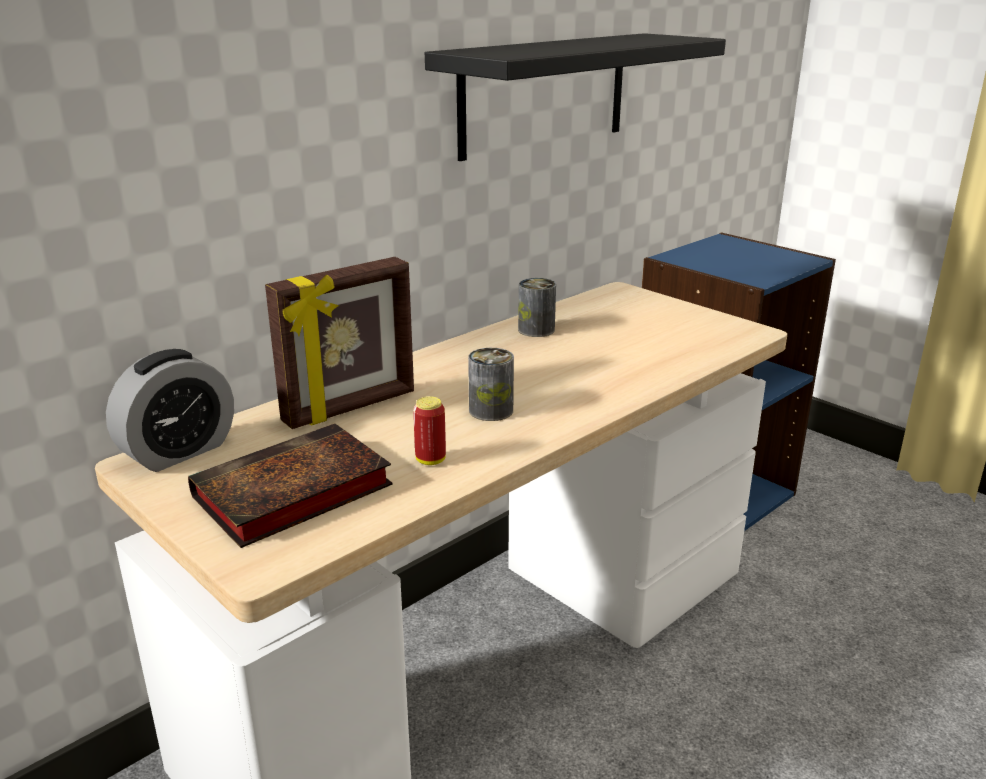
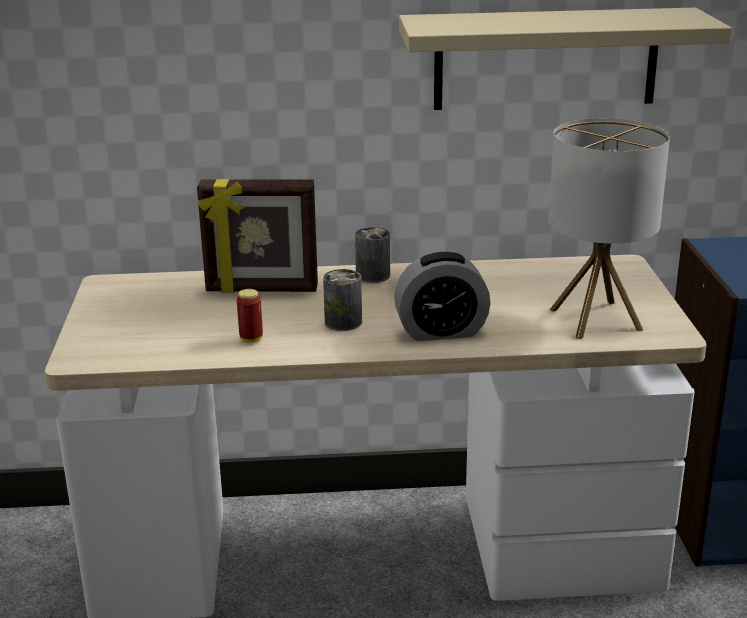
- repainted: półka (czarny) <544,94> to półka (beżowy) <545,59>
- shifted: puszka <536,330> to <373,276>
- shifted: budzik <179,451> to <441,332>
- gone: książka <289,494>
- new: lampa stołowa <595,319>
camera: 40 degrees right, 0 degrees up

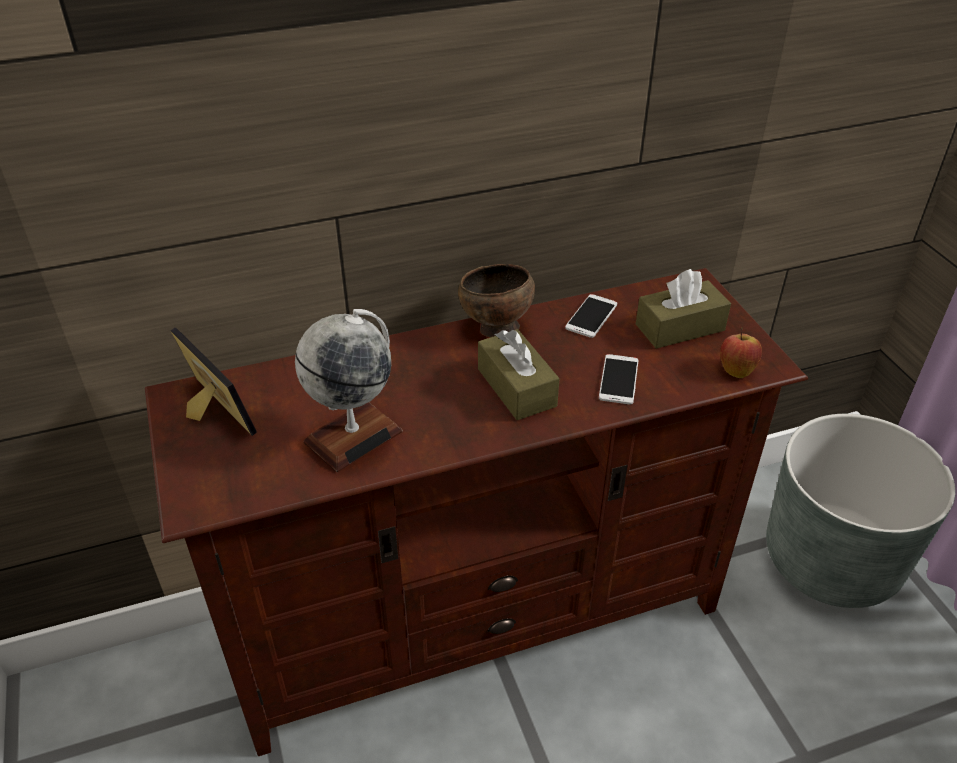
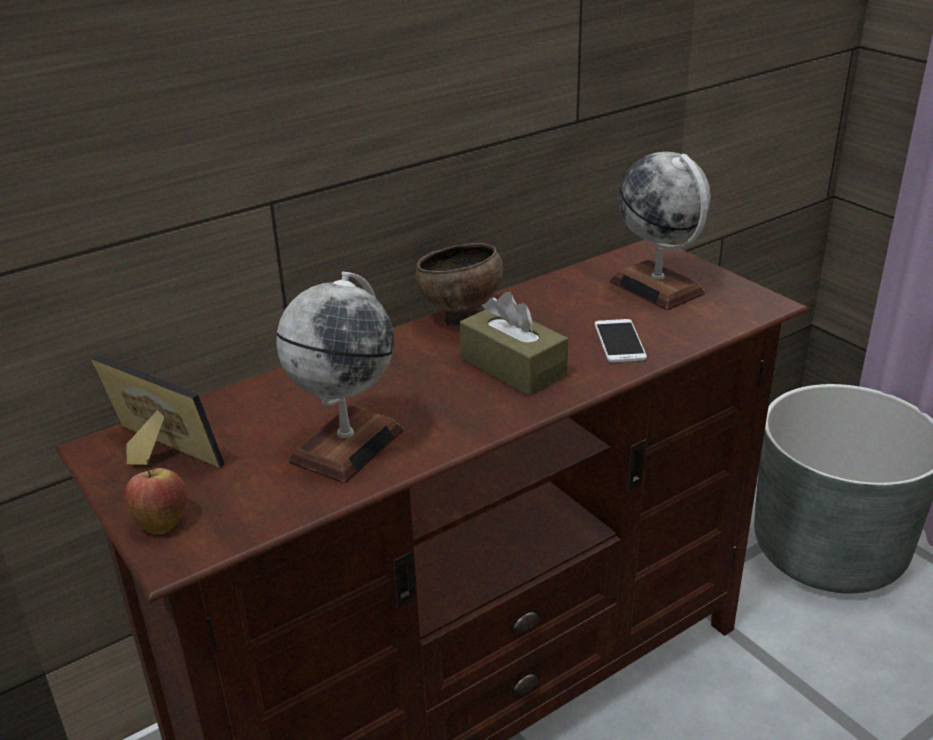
- swapped: pudełko chusteczek (brązowy) <680,327> to globus <657,287>
- gone: telefon <591,316>
- shifted: jabłko <736,370> to <161,522>
camera: 15 degrees left, 10 degrees down

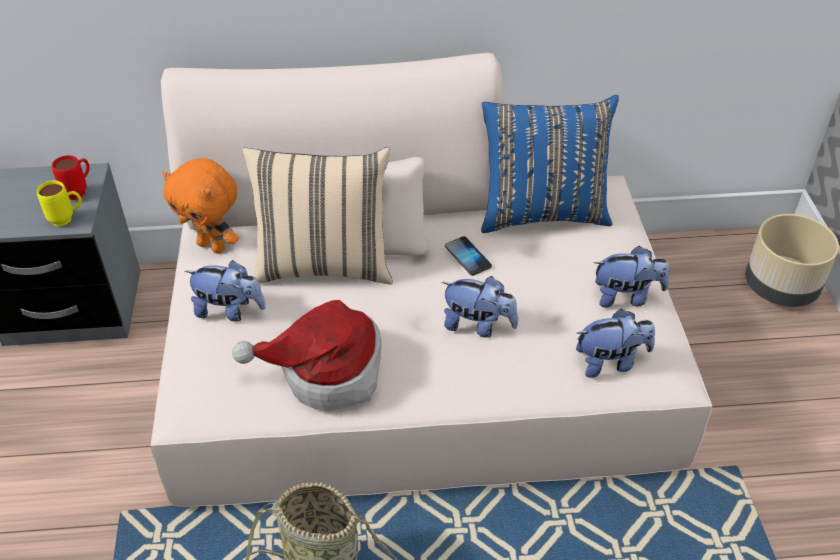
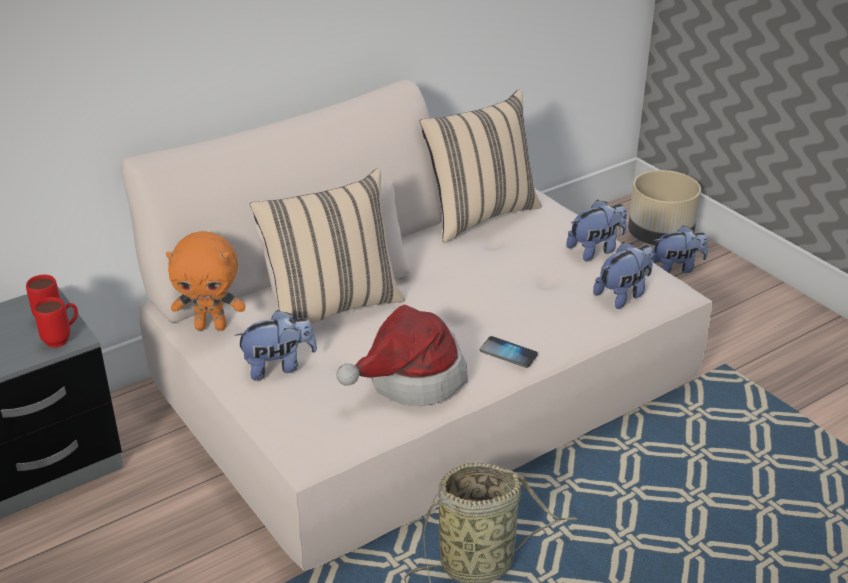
- repainted: poduszka (niebieski) <542,213> to poduszka (beżowy) <479,215>
- repainted: kubek (żółty) <67,219> to kubek (czerwony) <62,339>
- shifted: telefon <468,257> to <508,353>
- shifted: pluszak <478,325> to <677,268>
camera: 30 degrees left, 10 degrees down

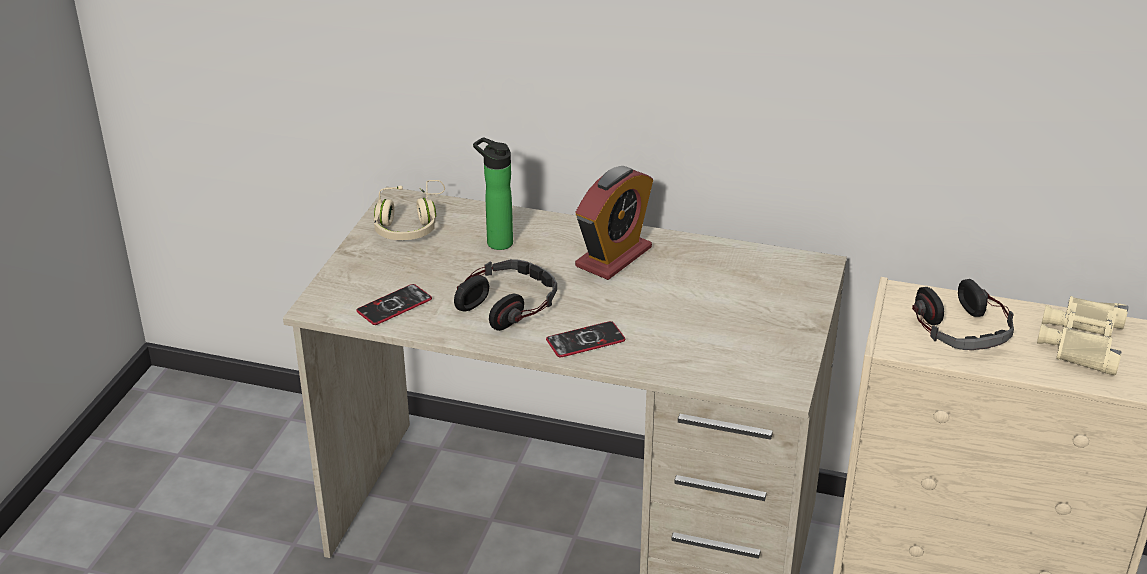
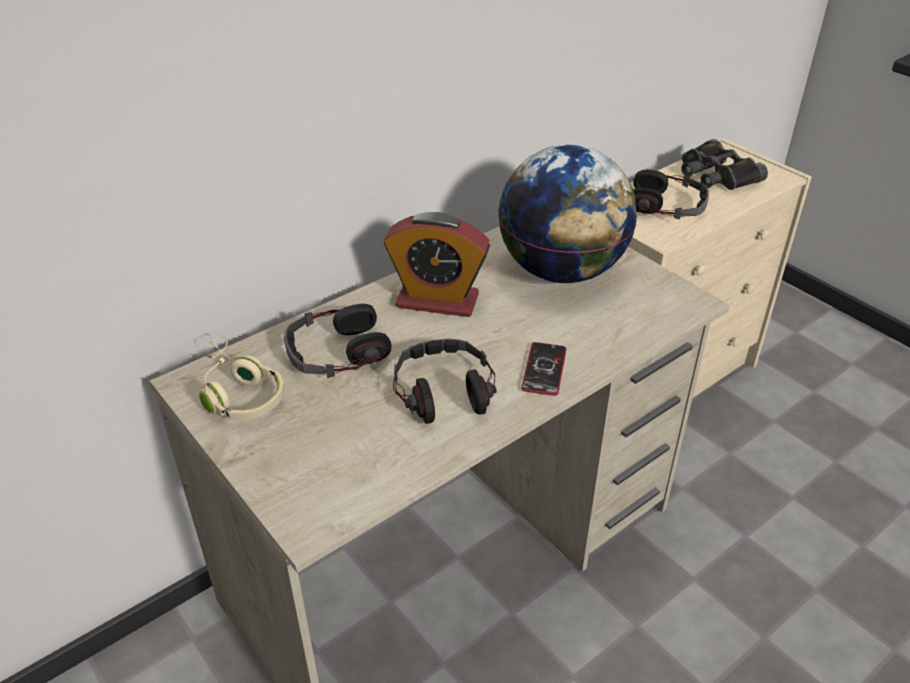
- swapped: butelka <496,242> to słuchawki <337,353>
- rotated: budzik <613,257> = <437,301> 120 degrees clockwise
- gone: telefon <394,306>
- repainted: lornetka (beżowy) <1080,341> to lornetka (czarny) <716,174>
- new: globus <561,271>
camera: 55 degrees left, 5 degrees up

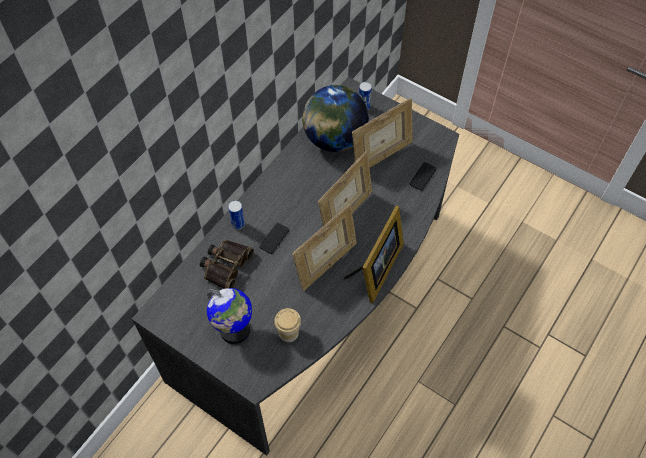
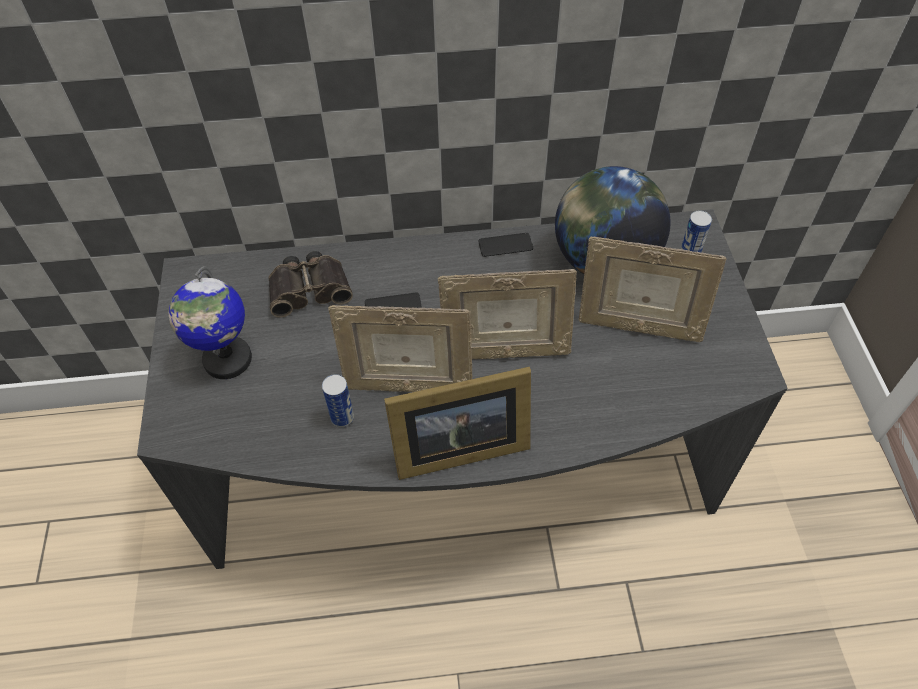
- shifted: telefon <423,176> to <505,245>
- shifted: puszka <238,224> to <342,418>
- gone: filiżanka <288,333>
camera: 50 degrees right, 5 degrees down

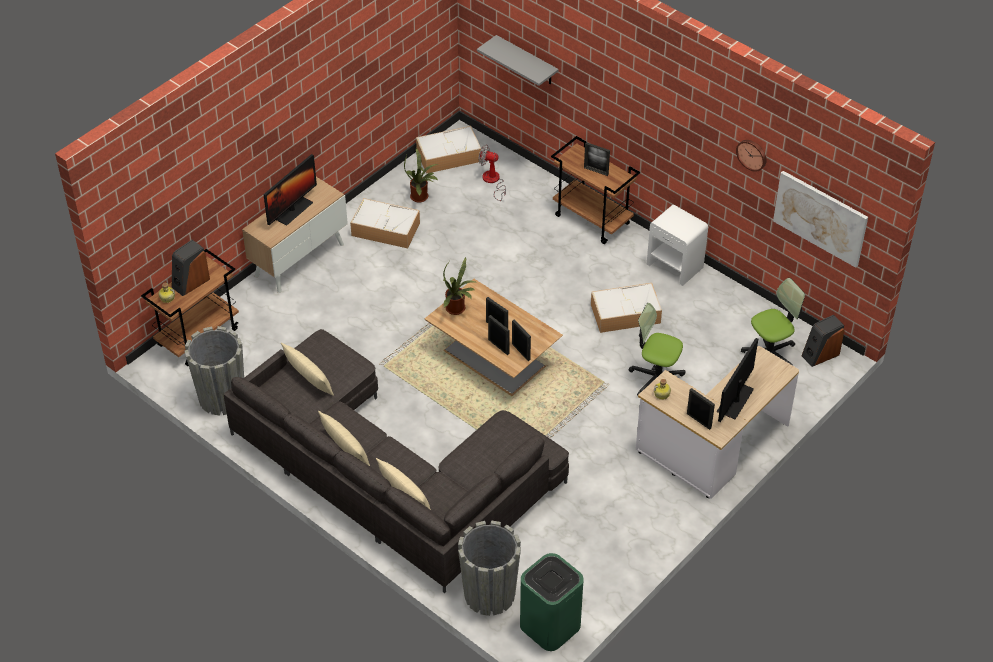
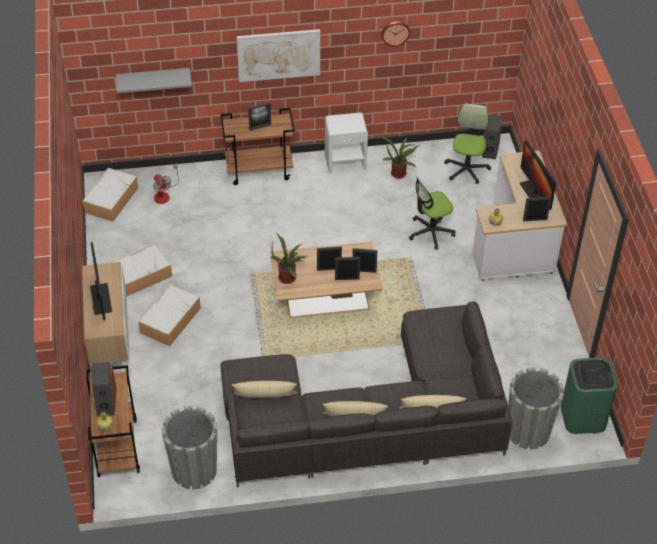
- rotated: wentylator <493,181> = <164,194> 90 degrees counterclockwise
- shifted: roślina doniczkowa <421,197> to <399,173>
- shifted: obraz <820,218> to <278,54>
- shifted: pojemnik do przechowywania <626,313> to <170,319>
camera: 50 degrees left, 0 degrees up

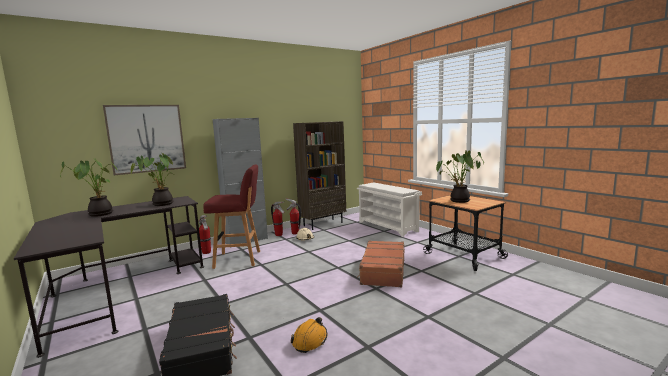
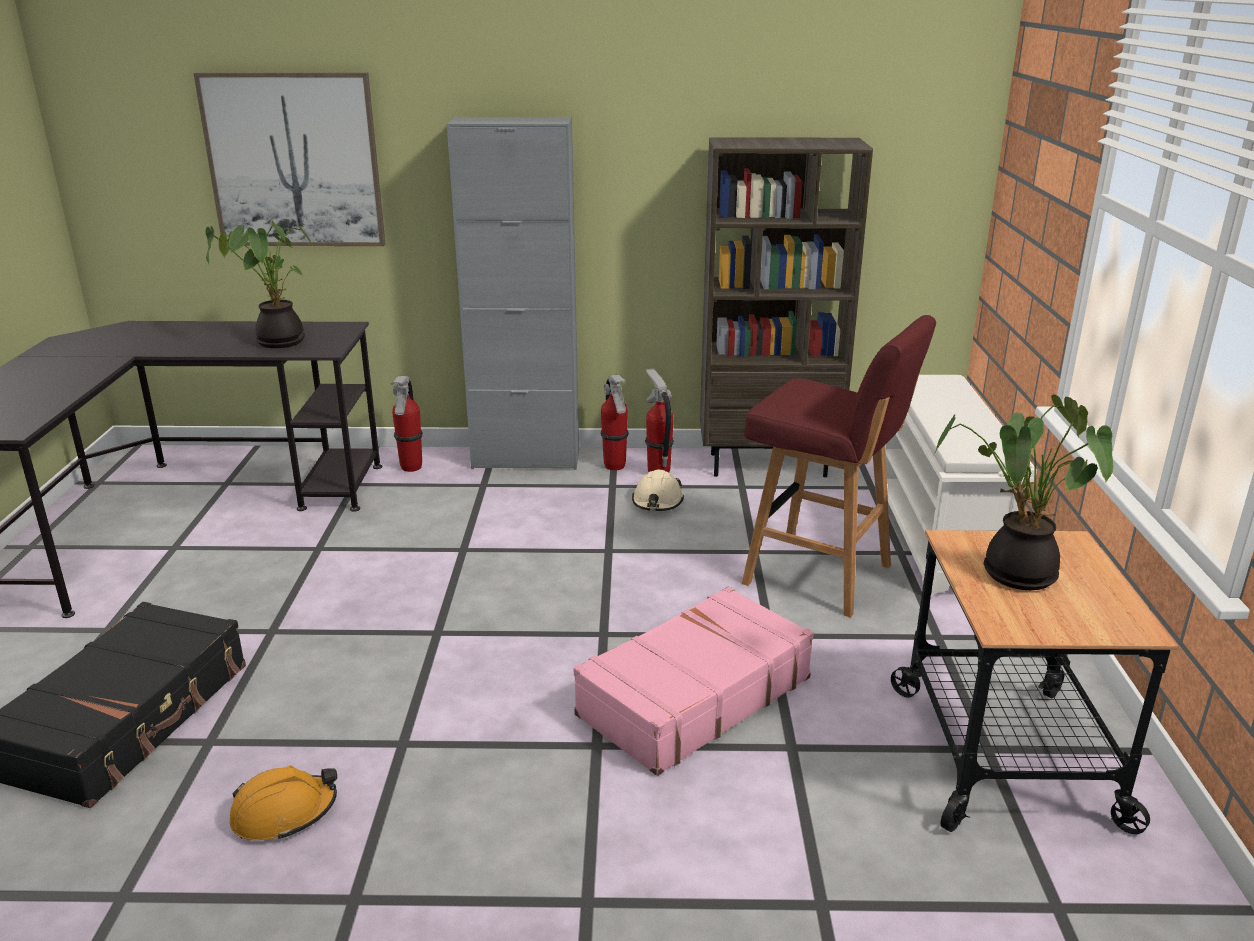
- gone: roślina doniczkowa <99,214>
- shifted: stołek (czerwony) <239,259> to <821,576>
- repainted: walizka (brązowy) <383,270> to walizka (różowy) <693,696>
camera: 35 degrees right, 15 degrees up

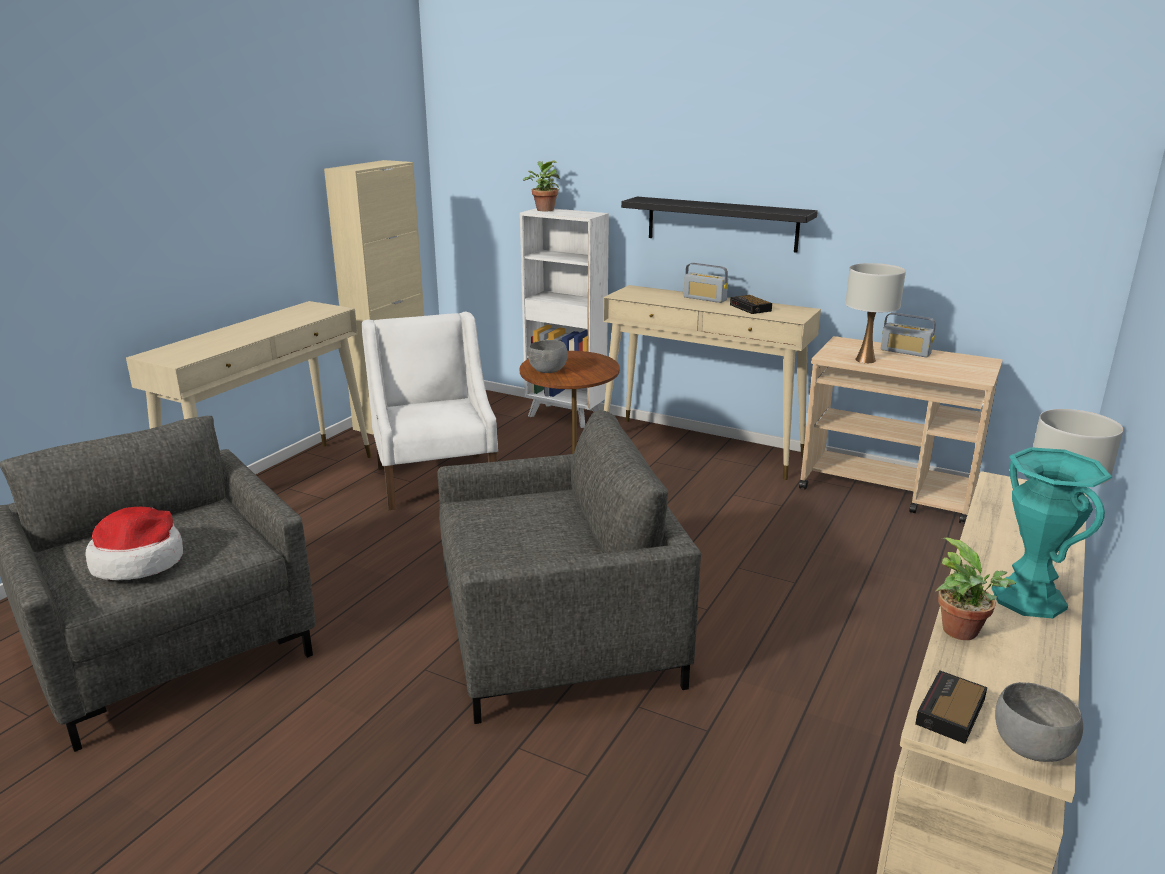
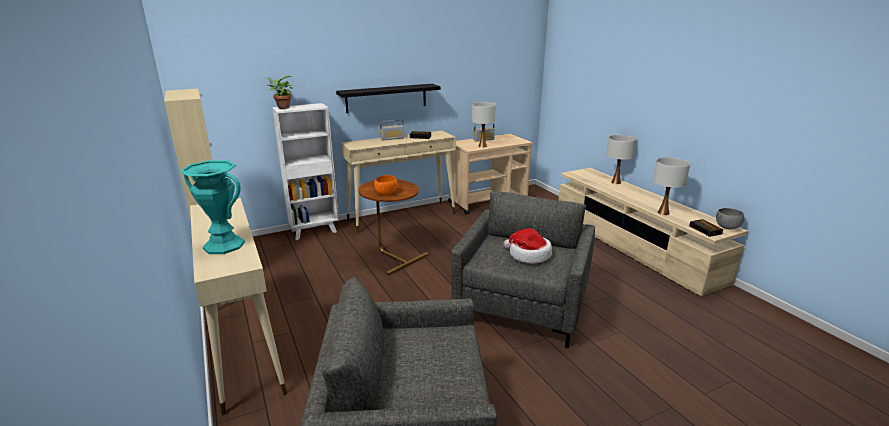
- gone: fotel (biały) <436,480>
- repainted: miska (szary) <548,371> to miska (pomarańczowy) <386,194>
- shifted: wazon (turkusowy) <1028,598> to <224,245>
- shifted: kapelusz <140,561> to <528,255>
- swapped: roślina doniczkowa <964,633> to lampa stołowa (biały) <663,213>
camera: 55 degrees left, 0 degrees up

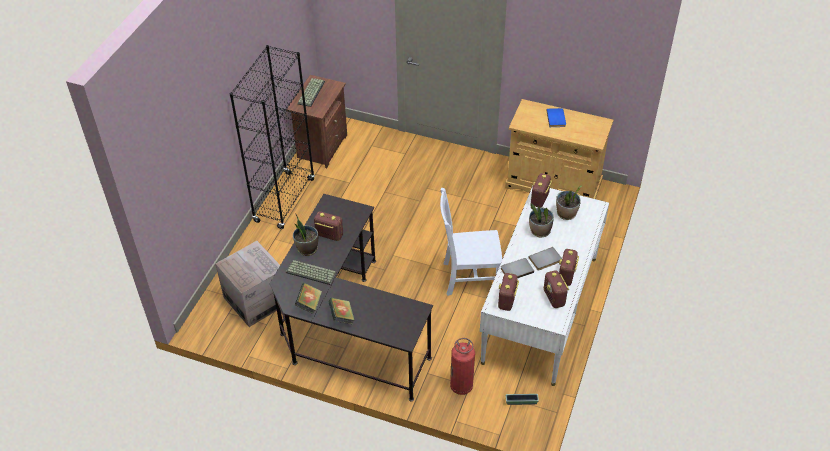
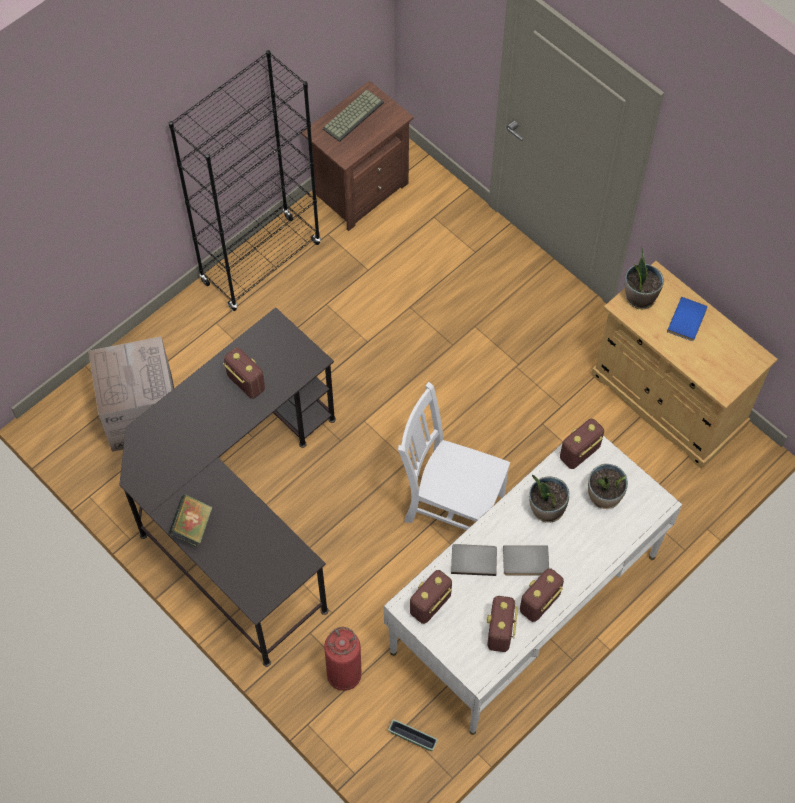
- shifted: roślina doniczkowa <307,249> to <639,297>
- gone: klawiatura <310,273>
- gone: książka <309,304>
camera: 25 degrees right, 15 degrees up

